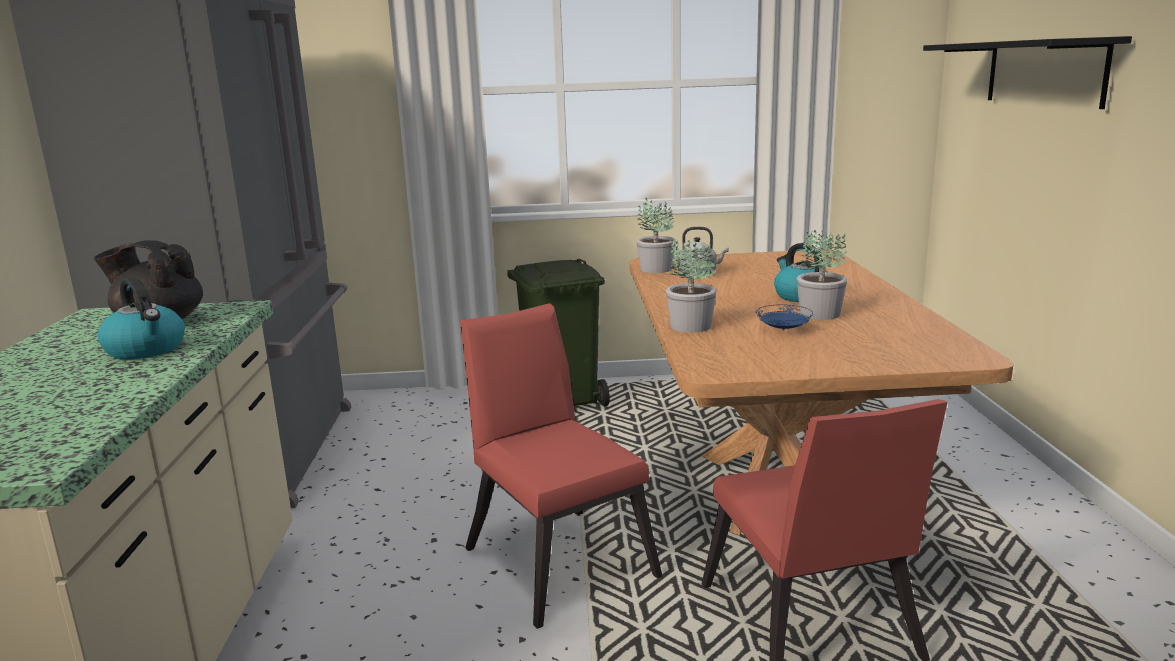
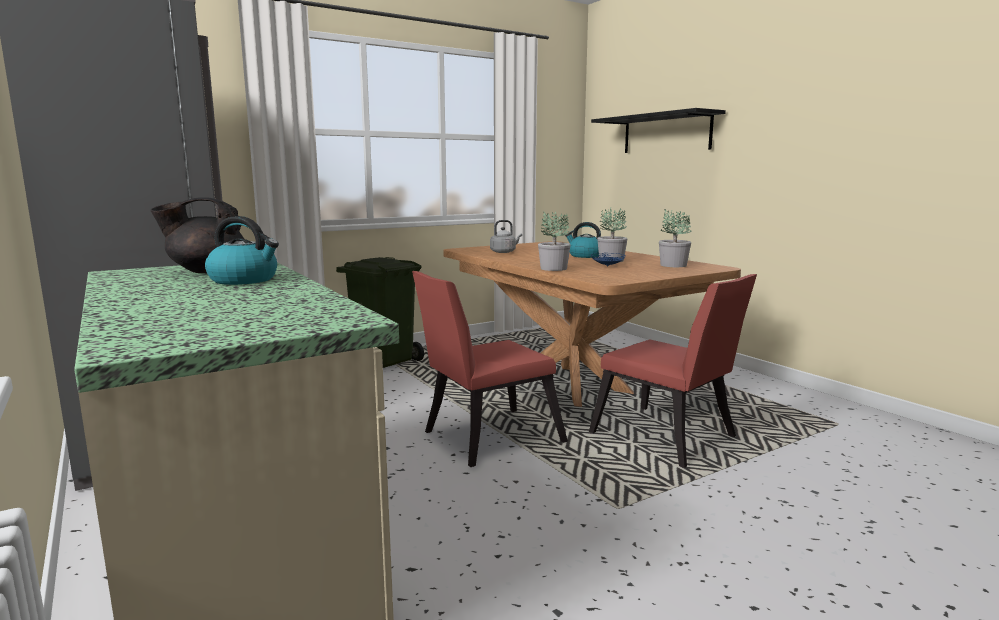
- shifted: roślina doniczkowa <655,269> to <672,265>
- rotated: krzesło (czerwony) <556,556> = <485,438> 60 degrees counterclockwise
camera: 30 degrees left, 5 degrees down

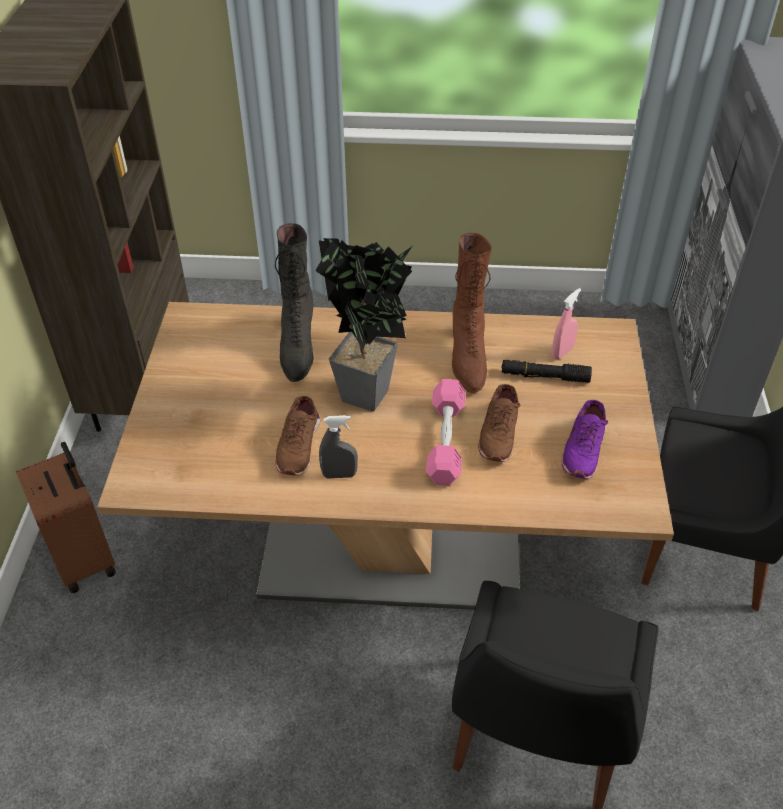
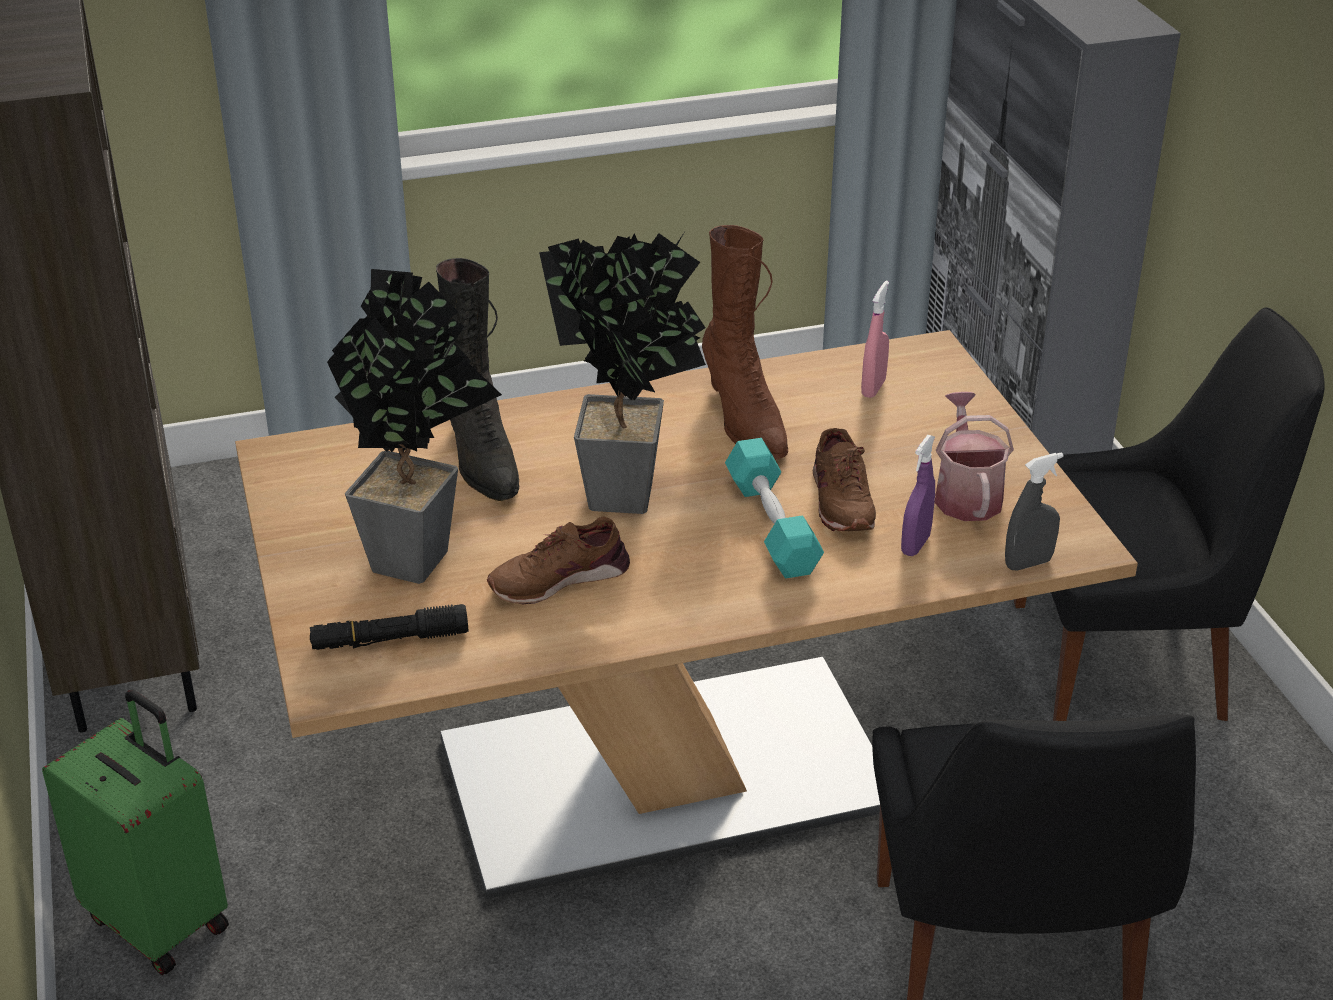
- shifted: latarka (czarny) <544,376> to <390,640>
- repainted: hantel (różowy) <445,441> to hantel (turkusowy) <772,526>
- rotated: but (brązowy) <298,445> = <558,578> 75 degrees clockwise
- swapped: but (fioletowy) <583,449> to konewka <966,494>
- shifted: spryskiwacz (szary) <339,475> to <1028,563>
- repainted: walizka (brązowy) <85,558> to walizka (zielony) <161,920>
- new: roślina doniczkowa <422,555>
- new: spryskiwacz (fioletowy) <915,545>
camera: 20 degrees left, 10 degrees down

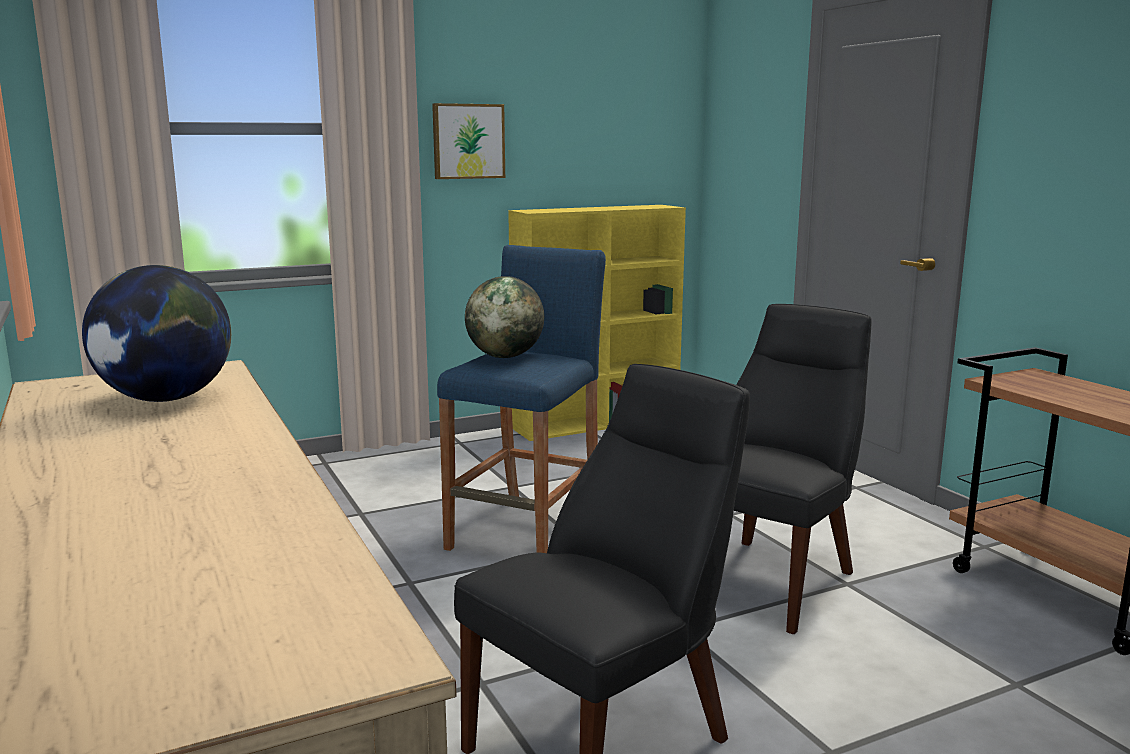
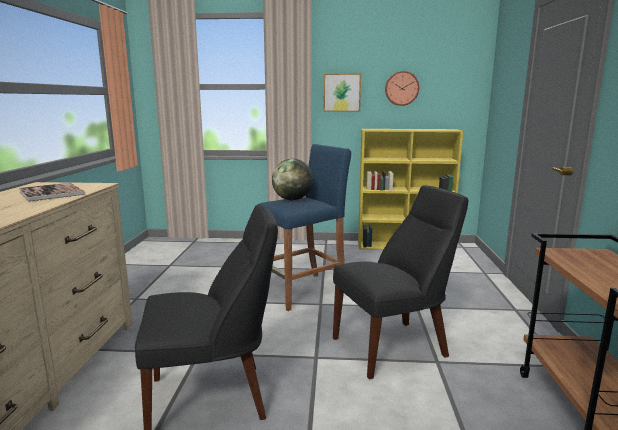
- swapped: globus <166,399> to książka <51,193>
- new: zegar ścienny <401,88>
camera: 30 degrees right, 0 degrees up

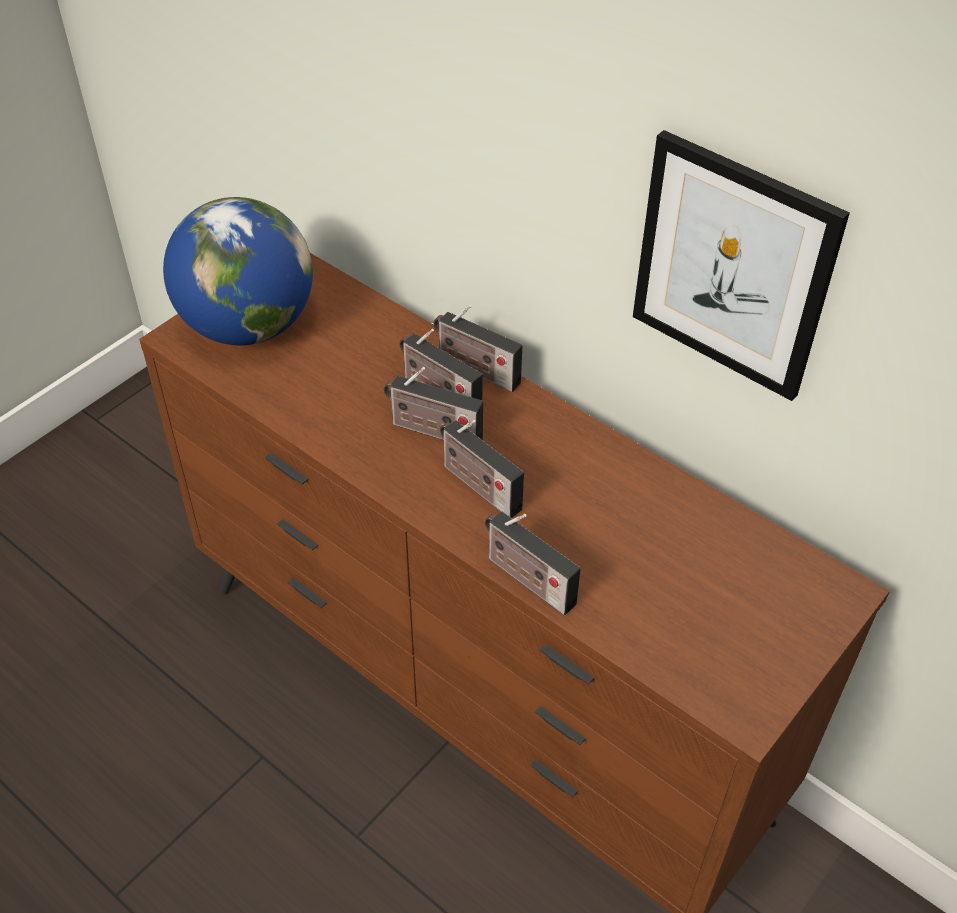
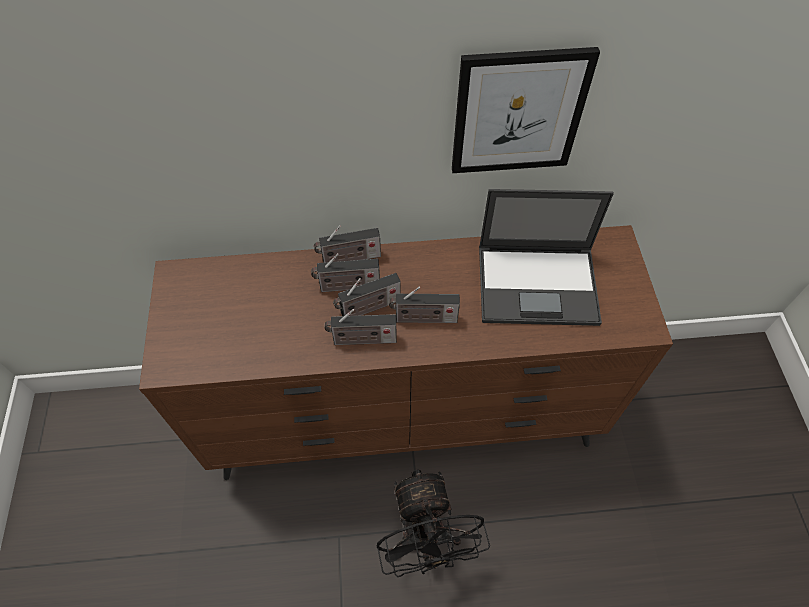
- gone: globus <248,326>
- shifted: radio <526,579> to <362,340>
- new: laptop <539,284>
- new: wentylator (czarny) <425,543>
camera: 45 degrees left, 10 degrees up

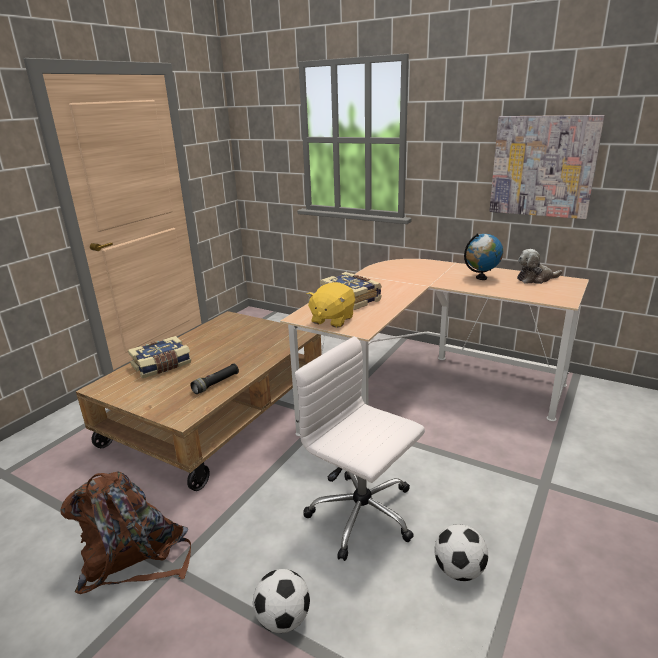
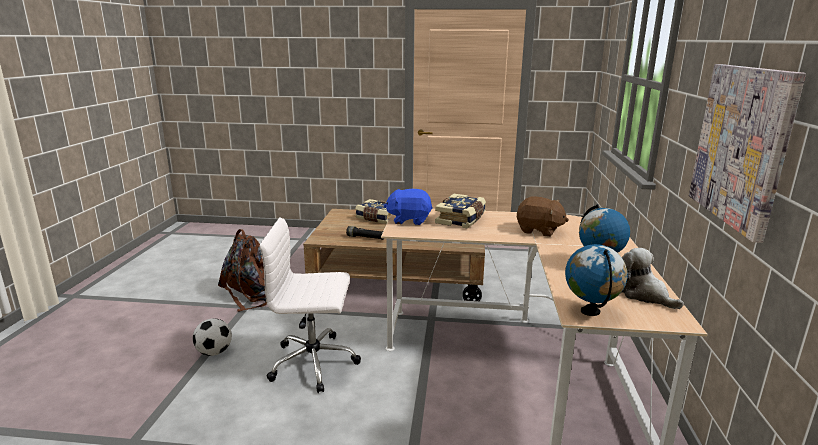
- repainted: pluszak (żółty) <332,320> to pluszak (niebieski) <409,220>
- rotated: krzesło biurowe (biały) <363,515> = <315,363> 105 degrees counterclockwise
- gone: piłka futbolowa <459,570>
- new: pluszak (brązowy) <539,230>
- new: globus <590,312>
camera: 65 degrees right, 5 degrees down

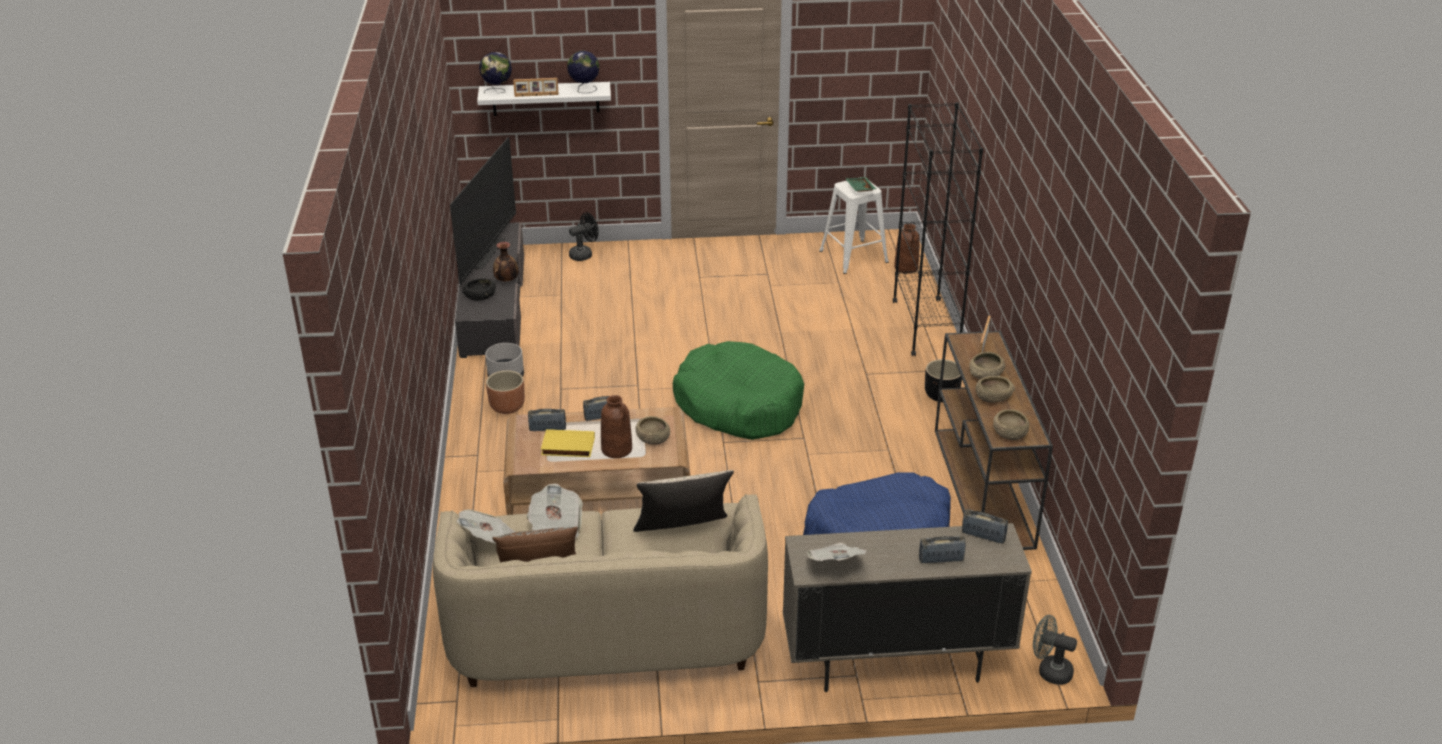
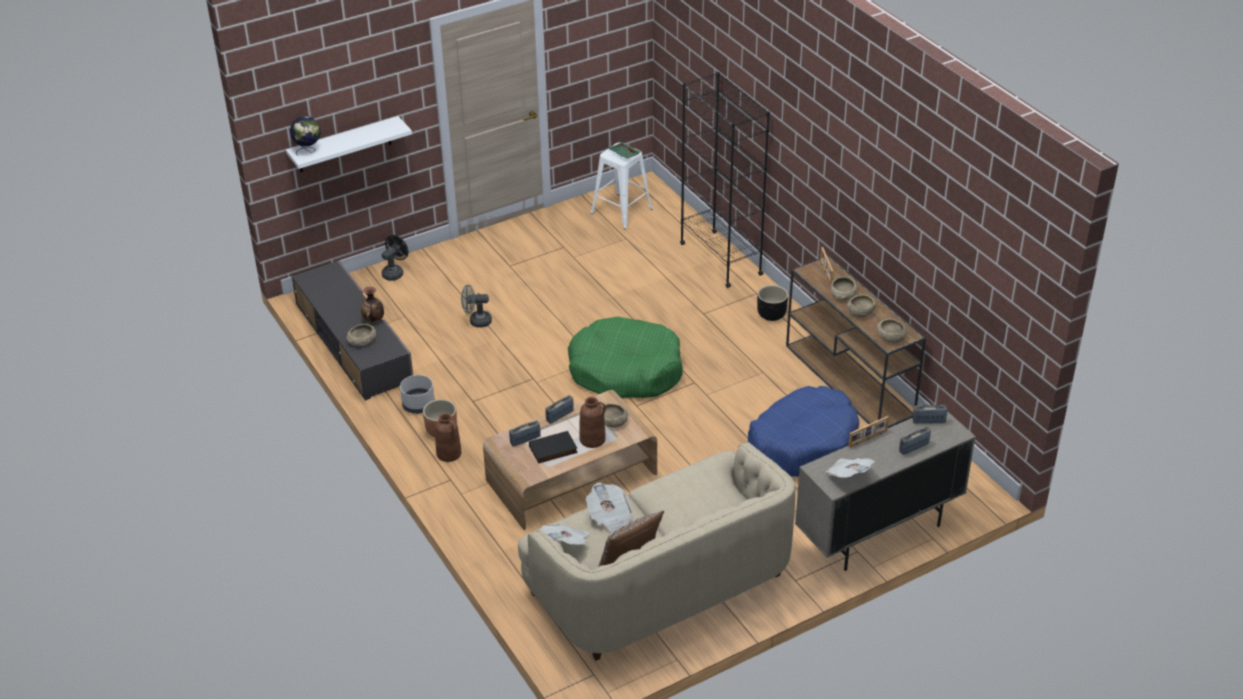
- gone: globus <584,90>
- shifted: ramka na zdjęcie <536,95> to <868,439>
- gone: telewizor <488,253>
- shifted: wazon (brązowy) <906,268> to <449,453>
- repainted: miska (czarny) <480,296> to miska (beżowy) <362,340>
- repainted: książka (żółty) <567,447> to książka (czarny) <553,450>
- gone: poduszka (beżowy) <683,534>
- shifted: wentylator (szary) <1049,671> to <476,321>
camera: 25 degrees left, 5 degrees up

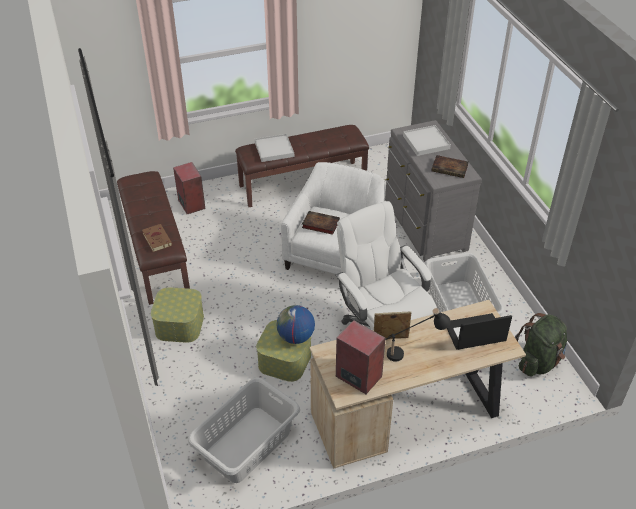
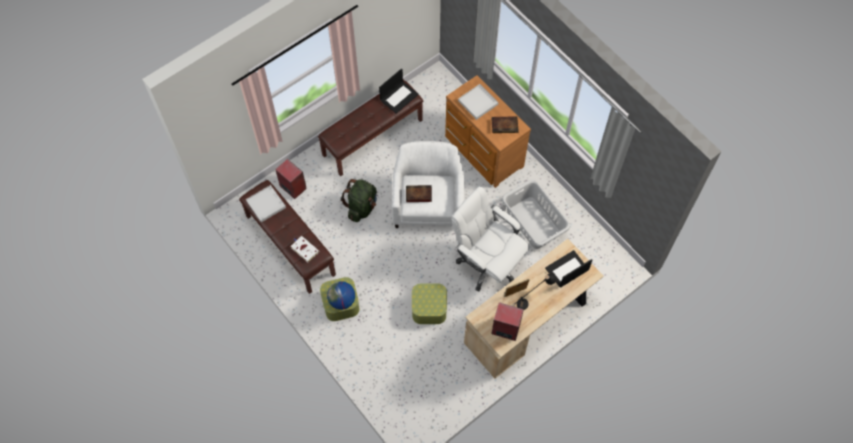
- repainted: komoda (szary) <423,225> to komoda (brązowy) <482,152>
- shifted: taca (biały) <274,149> to <266,204>
- repainted: książka (brązowy) <156,239> to książka (biały) <304,249>
- shifted: globus <295,337> to <342,300>
- shifted: plecak (zielony) <538,361> to <361,207>
- gone: kosz na pranie (szary) <247,444>
- new: laptop <399,97>
camera: 20 degrees left, 20 degrees up

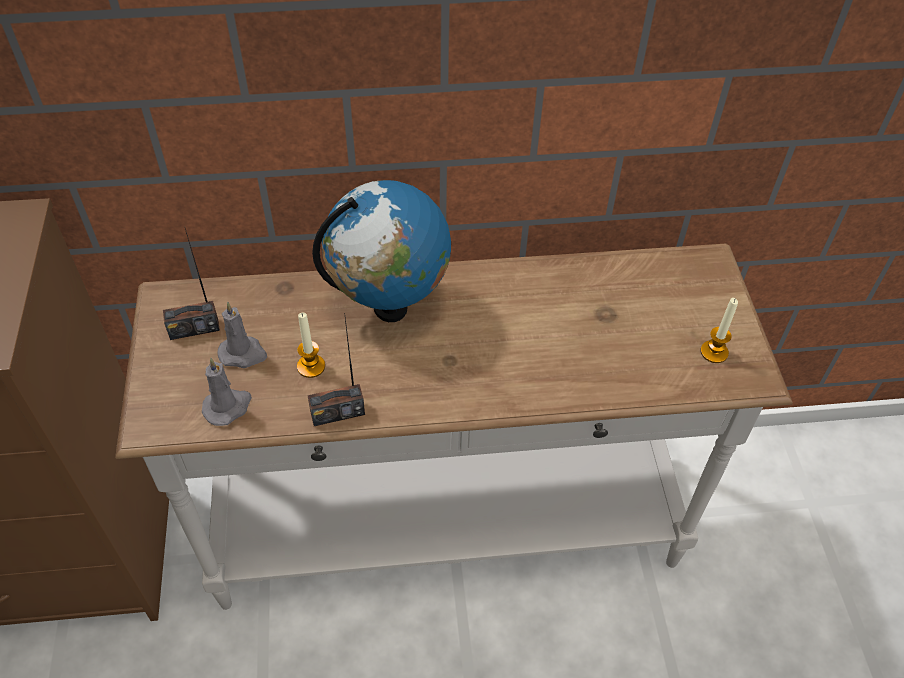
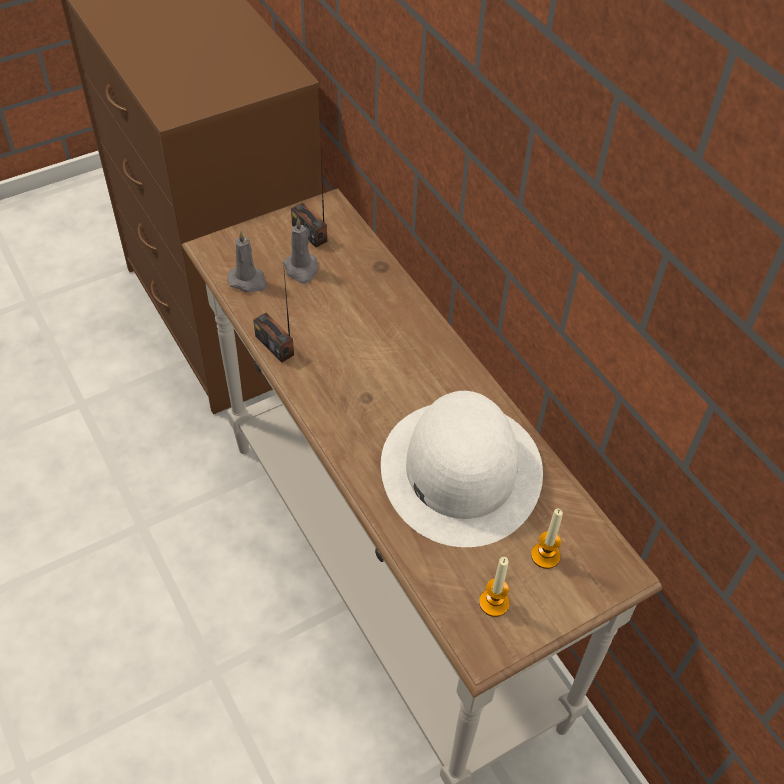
- gone: globus <390,307>
- shifted: świeca <311,366> to <545,556>
- new: kapelusz (biały) <460,470>
camera: 65 degrees right, 0 degrees up

